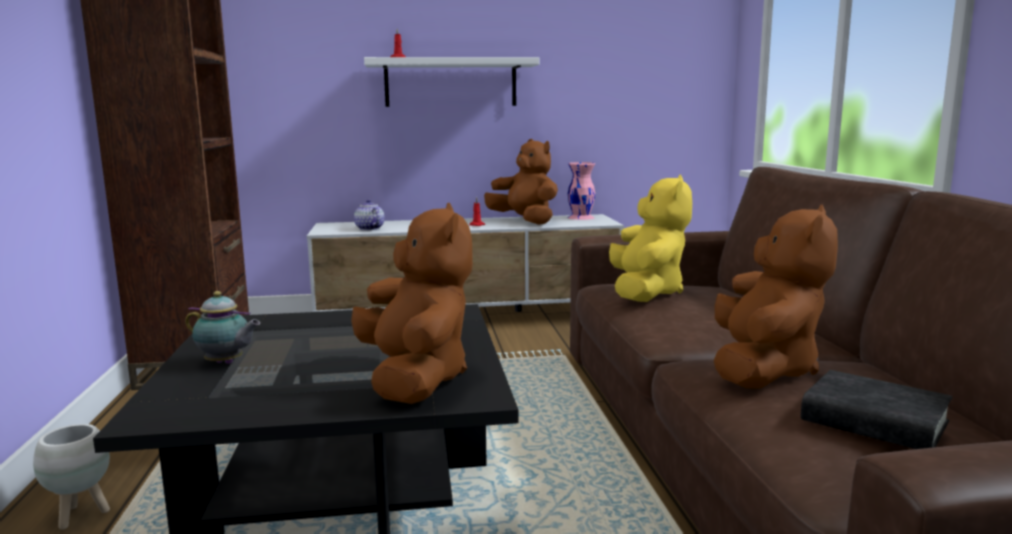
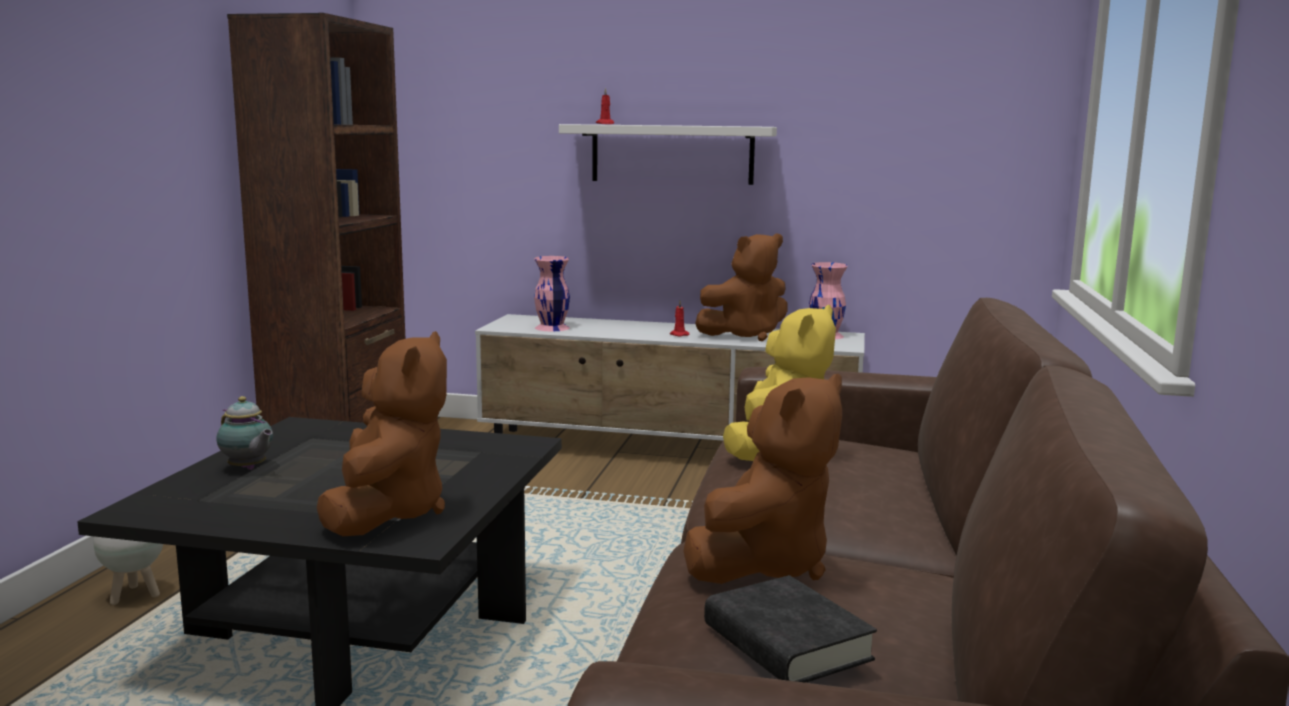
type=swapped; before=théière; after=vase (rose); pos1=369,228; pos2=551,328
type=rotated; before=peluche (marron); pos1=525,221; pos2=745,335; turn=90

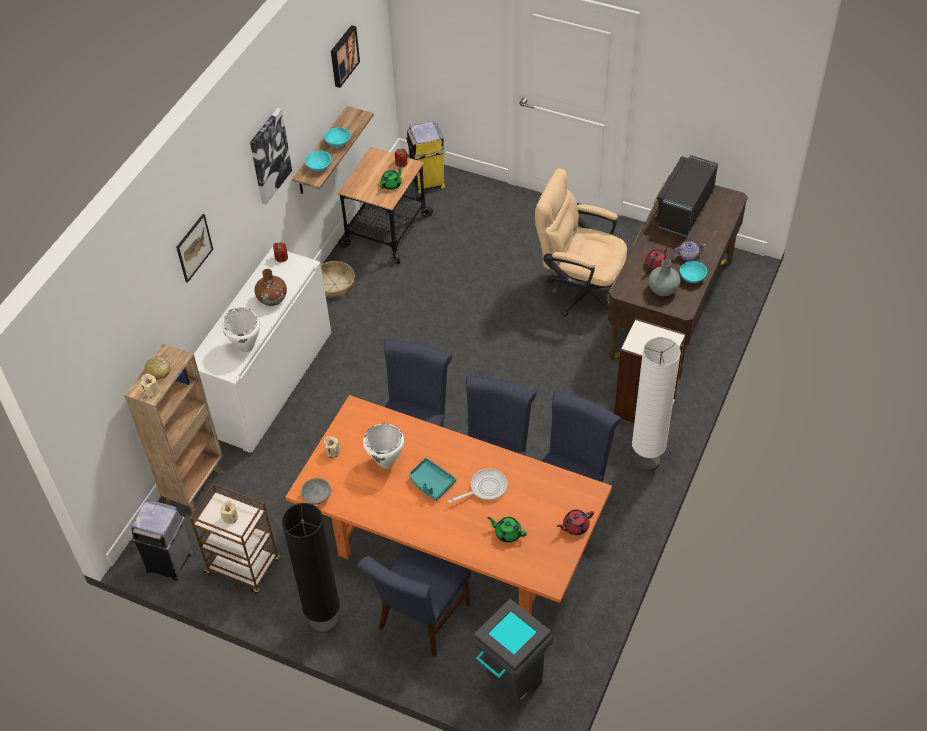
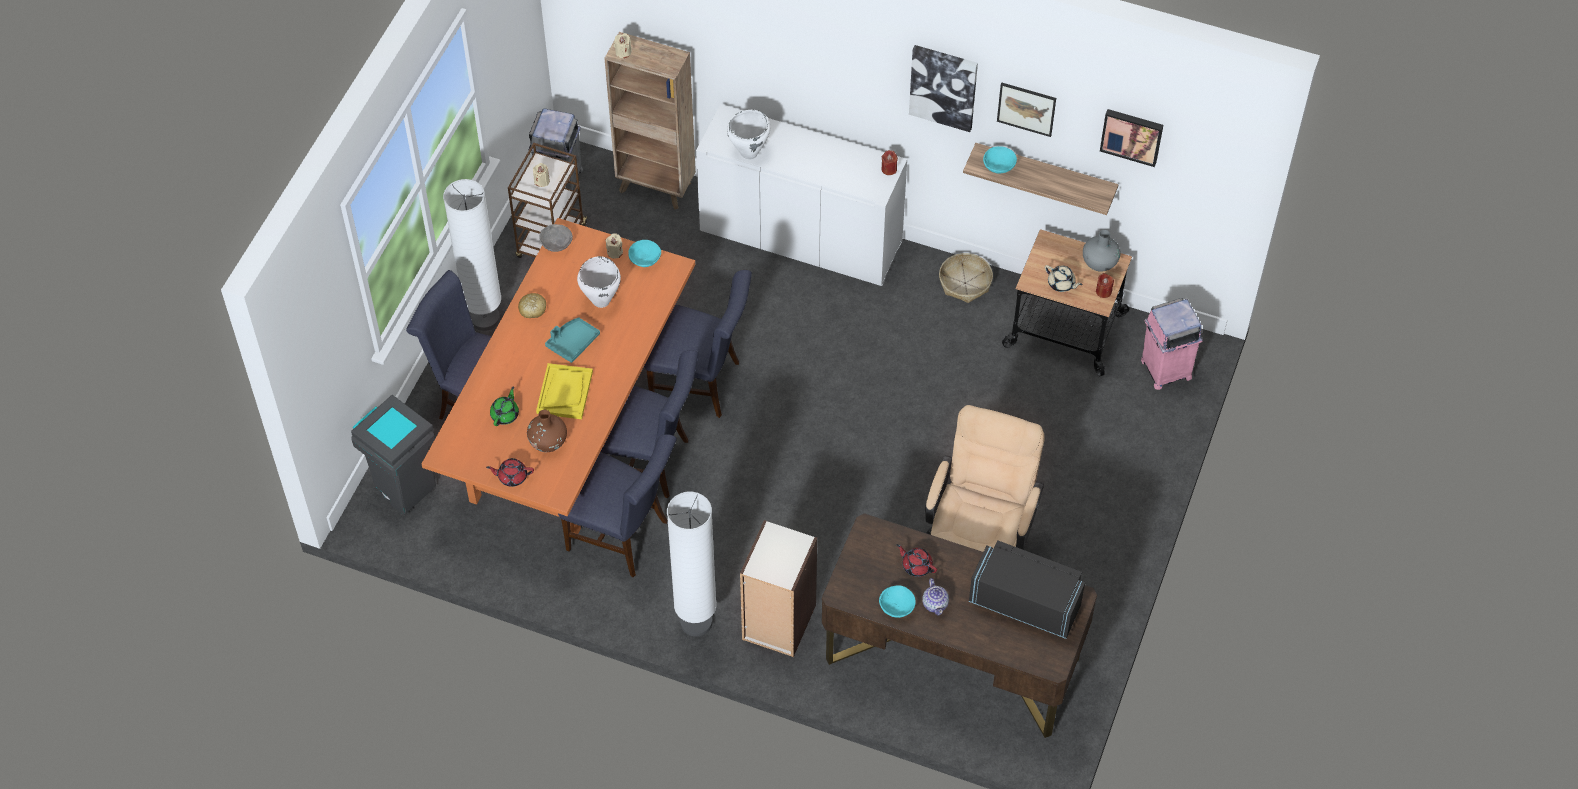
type=shifted; before=pain; pos1=158,371; pos2=532,309
type=shifted; before=tableau; pos1=194,247; pos2=1026,108
type=shifted; before=vase (marron); pos1=272,299; pos2=548,442
type=repainted; before=lampadaire (noir); after=lampadaire (blanc); pos1=324,621; pos2=484,318
type=shifted; before=bol (turquoise); pos1=338,143; pos2=644,260
type=repainted; before=théière (vert); after=théière (beige); pos1=391,184; pos2=1061,284
type=repainted; before=poubelle (jaune); after=poubelle (rose); pos1=427,182; pos2=1165,369
type=swapped; before=poêle; after=plateau (jaune); pos1=485,488; pos2=564,392
type=rotated; before=théière (rouge); pos1=575,526; pos2=512,476; turn=-60
type=shifted; before=vase (gris); pos1=663,289; pos2=1099,262

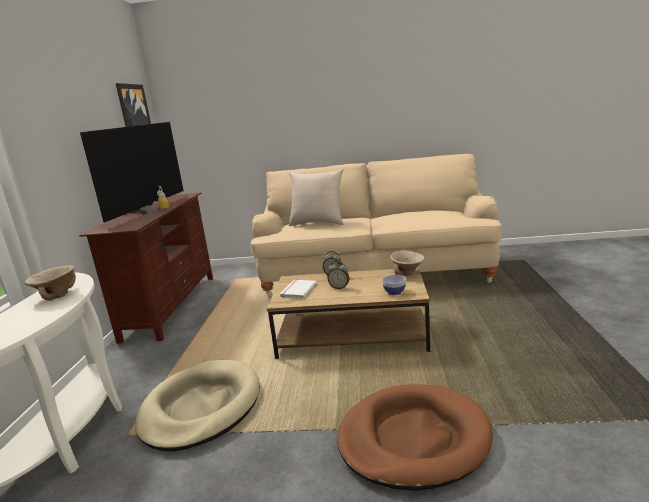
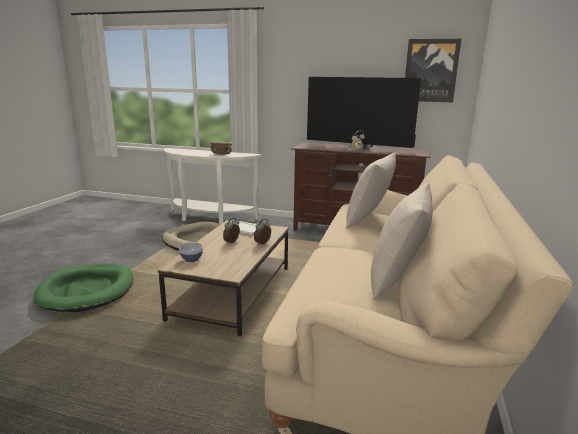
type=repainted; before=panier pour chien (marron); after=panier pour chien (vert); pos1=413,439; pos2=87,290
type=gone; before=bol (beige); pos1=408,274
type=new; after=coussin (beige); pos2=397,279

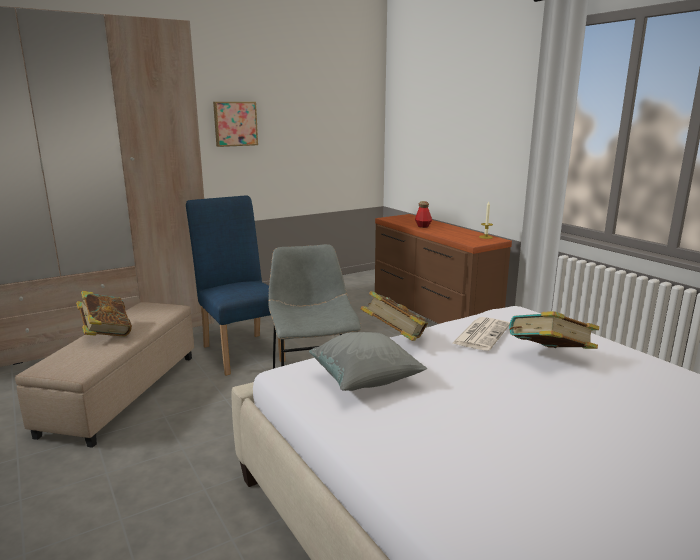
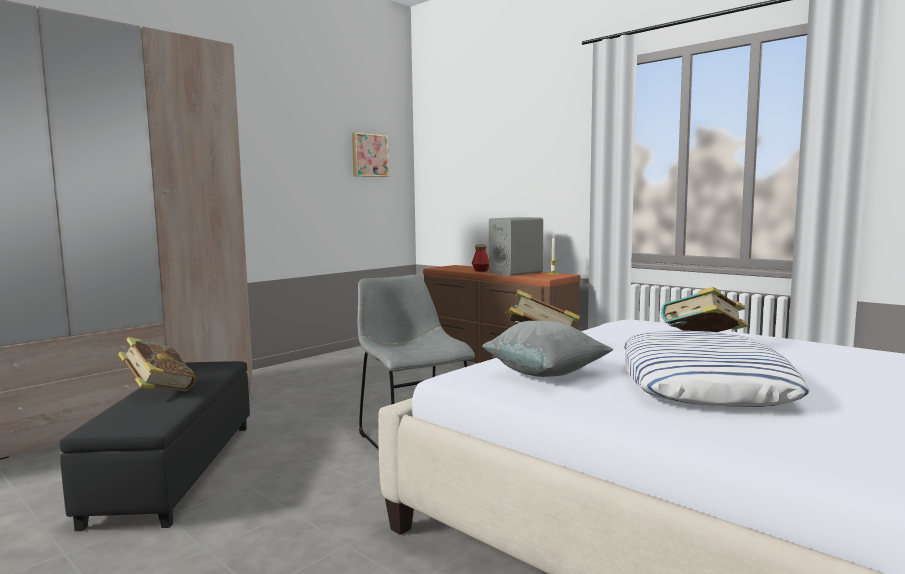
type=repainted; before=pouf (beige); after=pouf (noir); pos1=122,393; pos2=175,470
type=gone; before=chaise (bleu); pos1=241,350
type=shifted; before=tableau; pos1=235,124; pos2=369,155
type=gone; before=journal; pos1=481,334
type=new; after=enceinte (gris); pos2=516,272
type=new; after=coussin; pos2=703,383

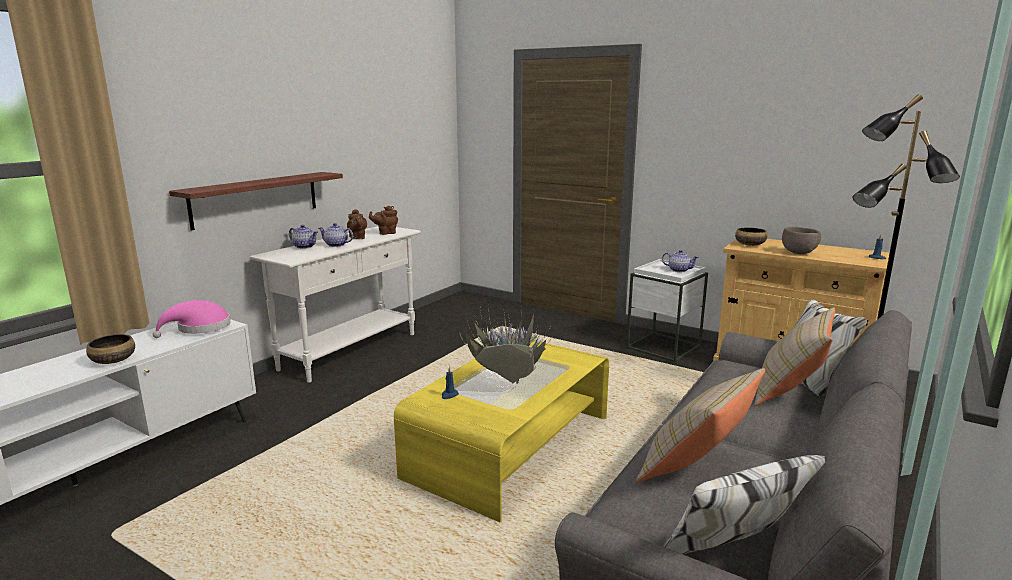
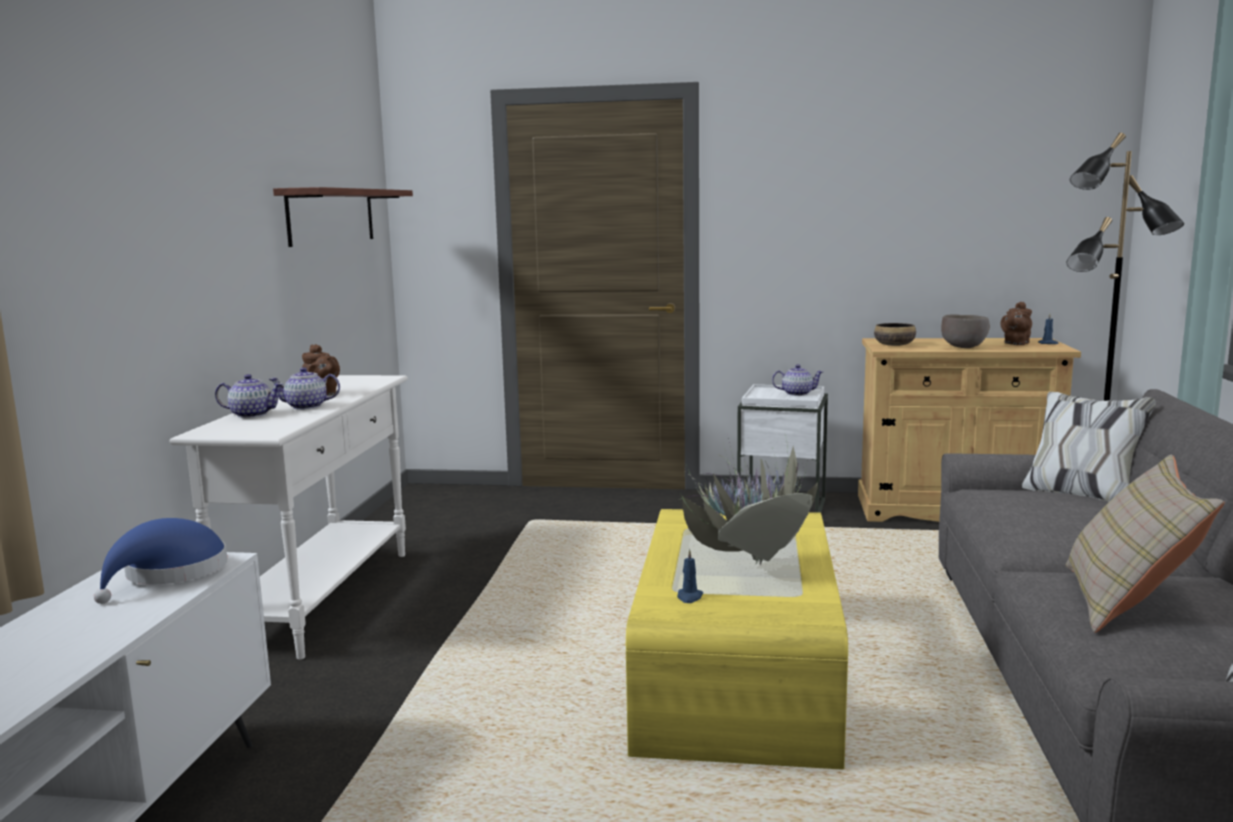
type=gone; before=bol; pos1=114,360
type=repainted; before=chapeau (rose); after=chapeau (bleu); pos1=200,328; pos2=170,574
type=shifted; before=étagère; pos1=256,199; pos2=332,216
type=shifted; before=théière (marron); pos1=385,233; pos2=1015,343
type=gone; before=coussin (beige); pos1=789,392

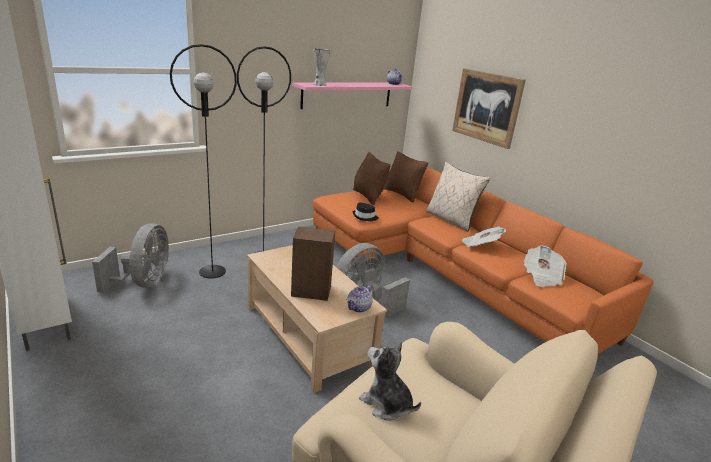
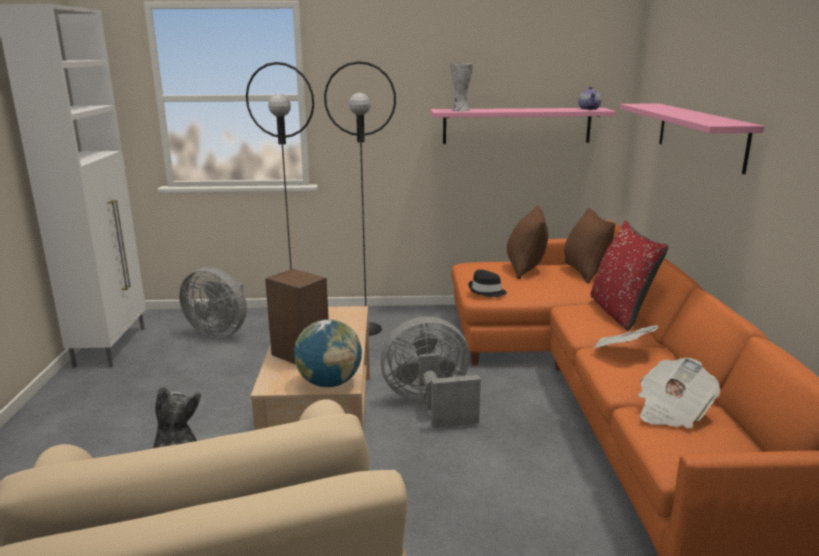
type=rotated; before=ventilateur (gris); pos1=143,283; pos2=220,332; turn=75
type=swapped; before=théière; after=globe; pos1=359,308; pos2=329,383
type=repainted; before=coussin (beige); after=coussin (rouge); pos1=451,220; pos2=619,312
type=swapped; before=tableau; after=étagère (rose); pos1=486,107; pos2=700,135

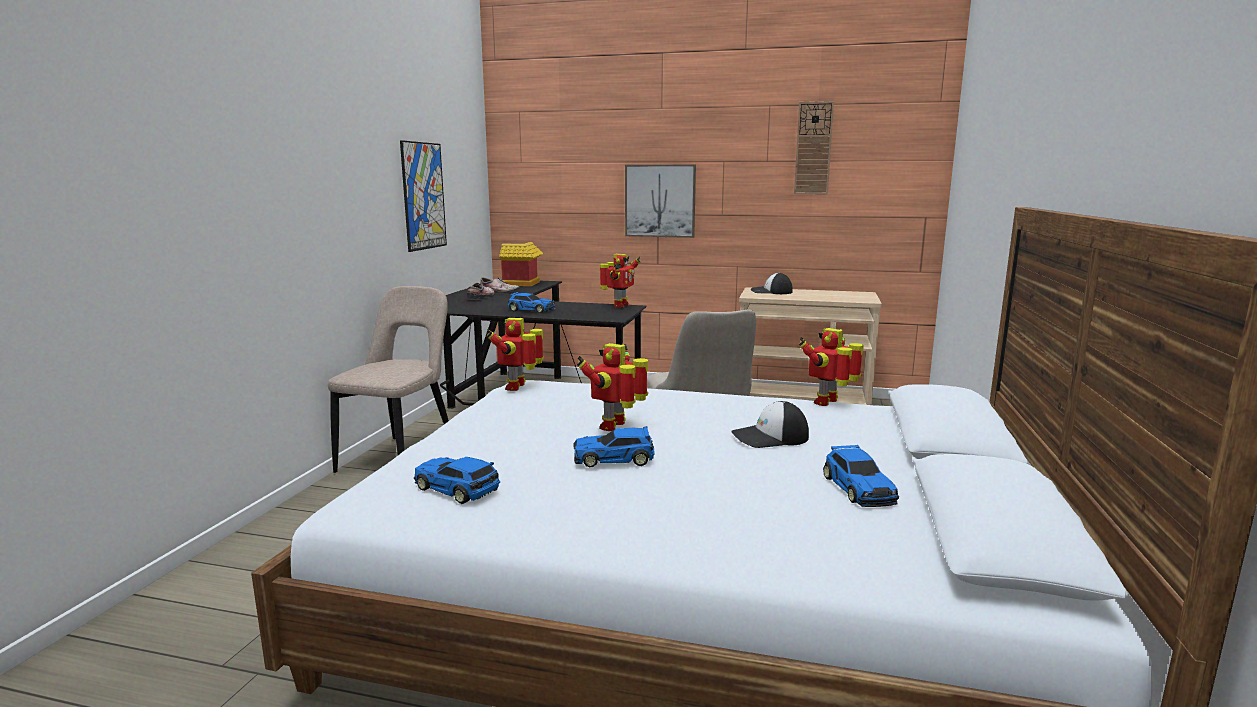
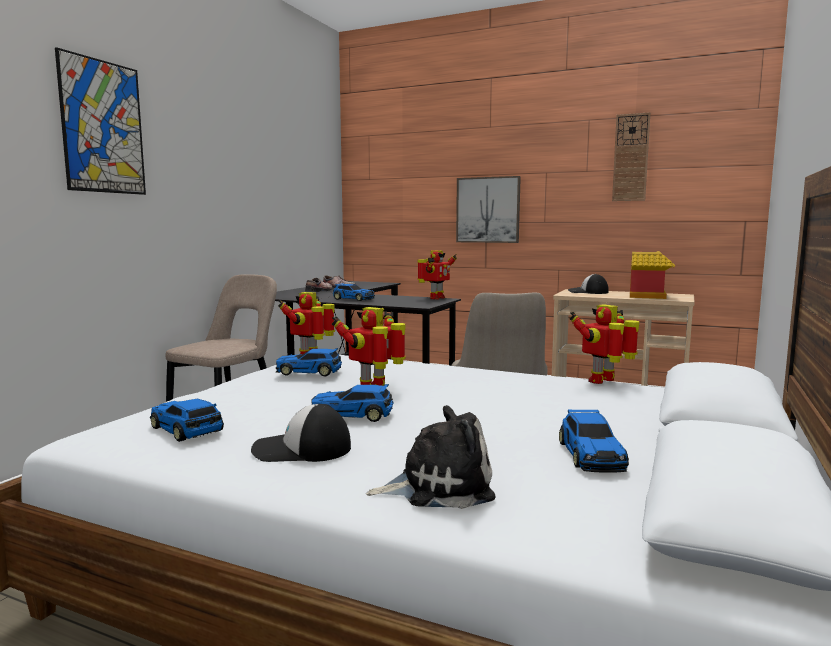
type=shifted; before=tableau; pos1=423,196; pos2=103,127
type=shifted; before=maison miniature; pos1=522,284; pos2=650,297
type=shifted; before=casquette; pos1=770,437; pos2=301,449
type=new; after=petite voiture; pos2=310,372
type=new; after=peluche; pos2=439,486

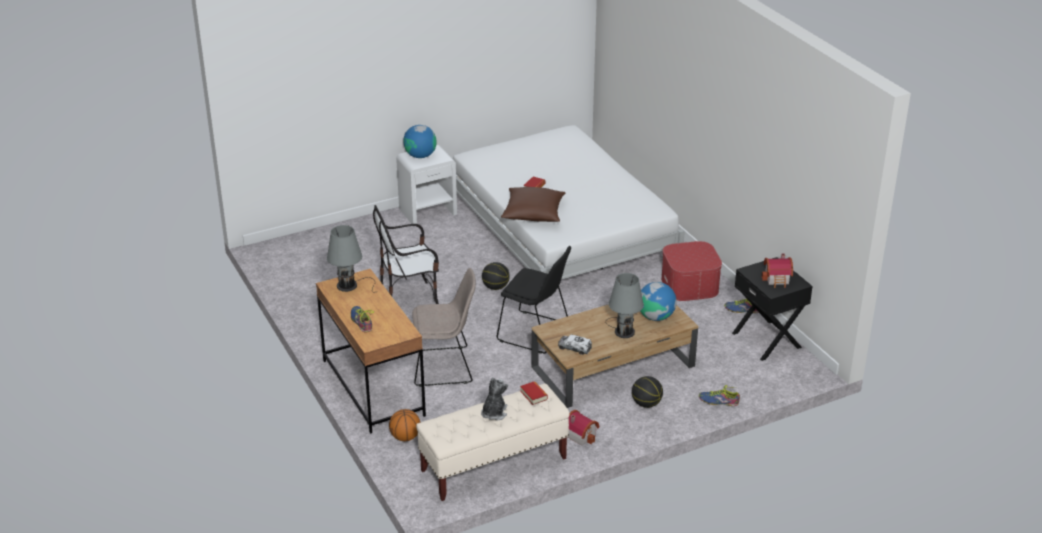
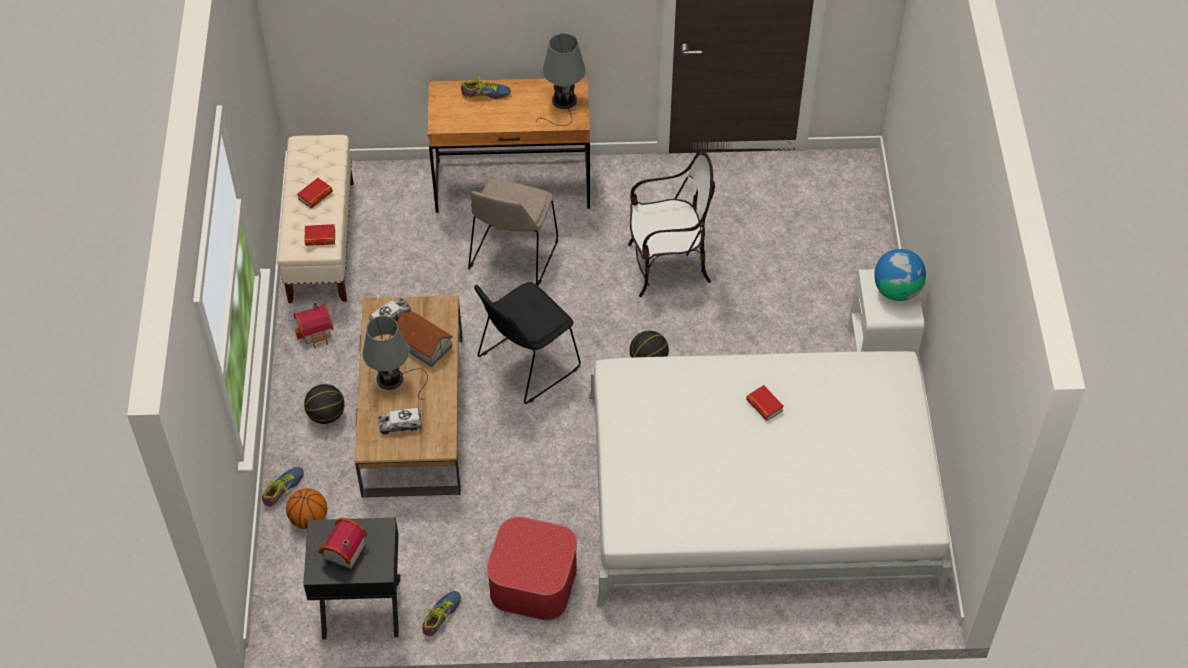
type=rotated; before=chaise; pos1=409,300; pos2=667,266; turn=75
type=shifted; before=ballon de basket; pos1=405,437; pos2=309,519
type=swapped; before=peluche; after=livre; pos1=494,413; pos2=315,195
type=gone; before=coussin (marron); pos1=533,214
type=swapped; before=globe; after=camion jouet; pos1=655,316; pos2=400,425
type=new; after=maison miniature; pos2=423,344

